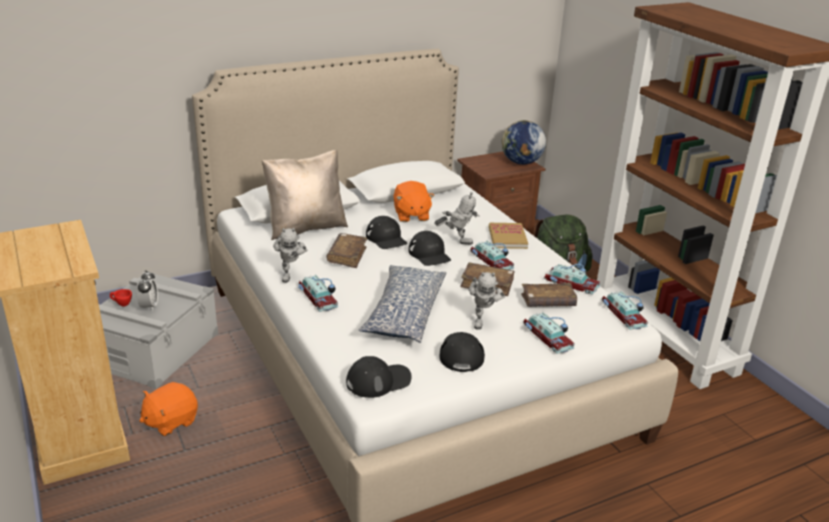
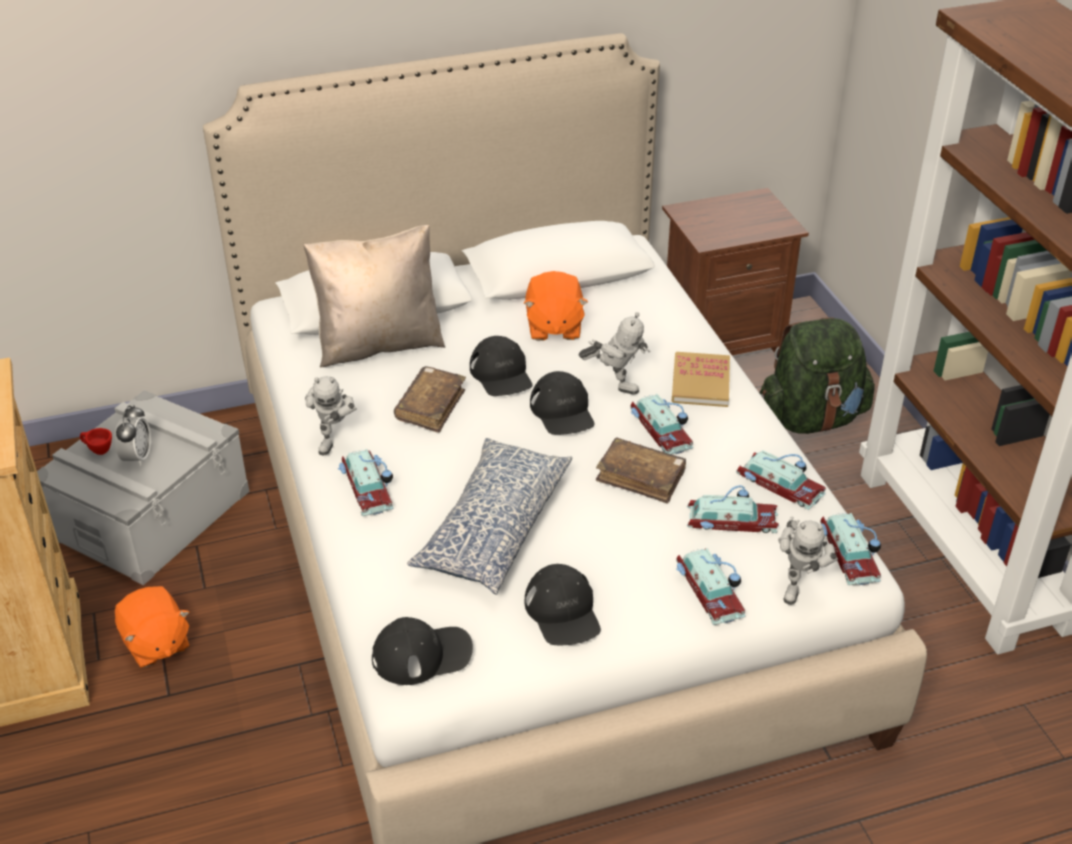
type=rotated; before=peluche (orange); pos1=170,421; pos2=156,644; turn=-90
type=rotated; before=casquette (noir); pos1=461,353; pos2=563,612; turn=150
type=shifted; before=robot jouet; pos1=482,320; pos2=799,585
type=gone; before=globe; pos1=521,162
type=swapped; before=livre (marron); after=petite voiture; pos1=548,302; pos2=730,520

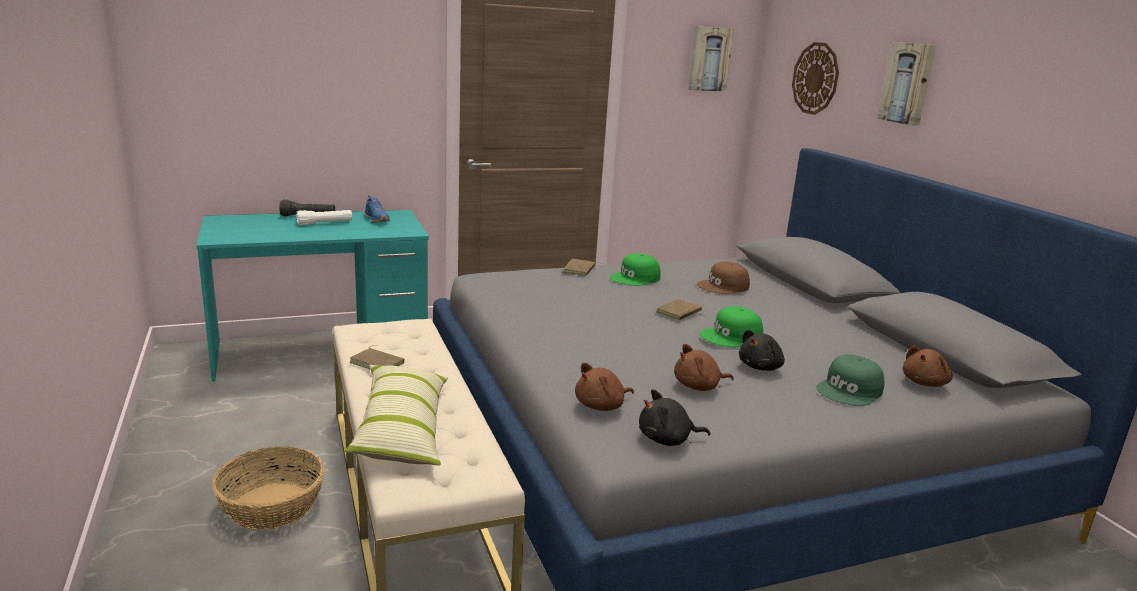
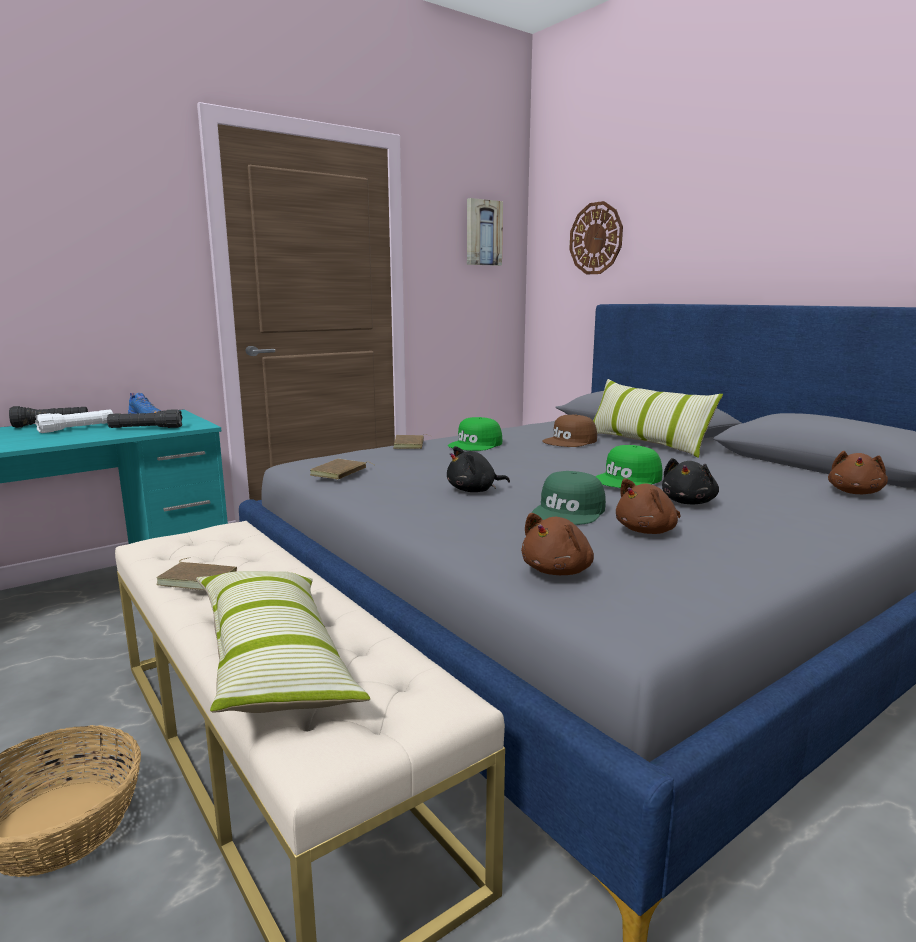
type=shifted; before=peluche (noir); pos1=667,440; pos2=474,490
type=shifted; before=livre (marron); pos1=680,312; pos2=340,472
type=shifted; before=casquette (vert); pos1=850,390; pos2=570,511
type=gone; before=tableau; pos1=908,83
type=new; after=lampe de poche (noir); pos2=146,428
type=new; after=coussin; pos2=646,443

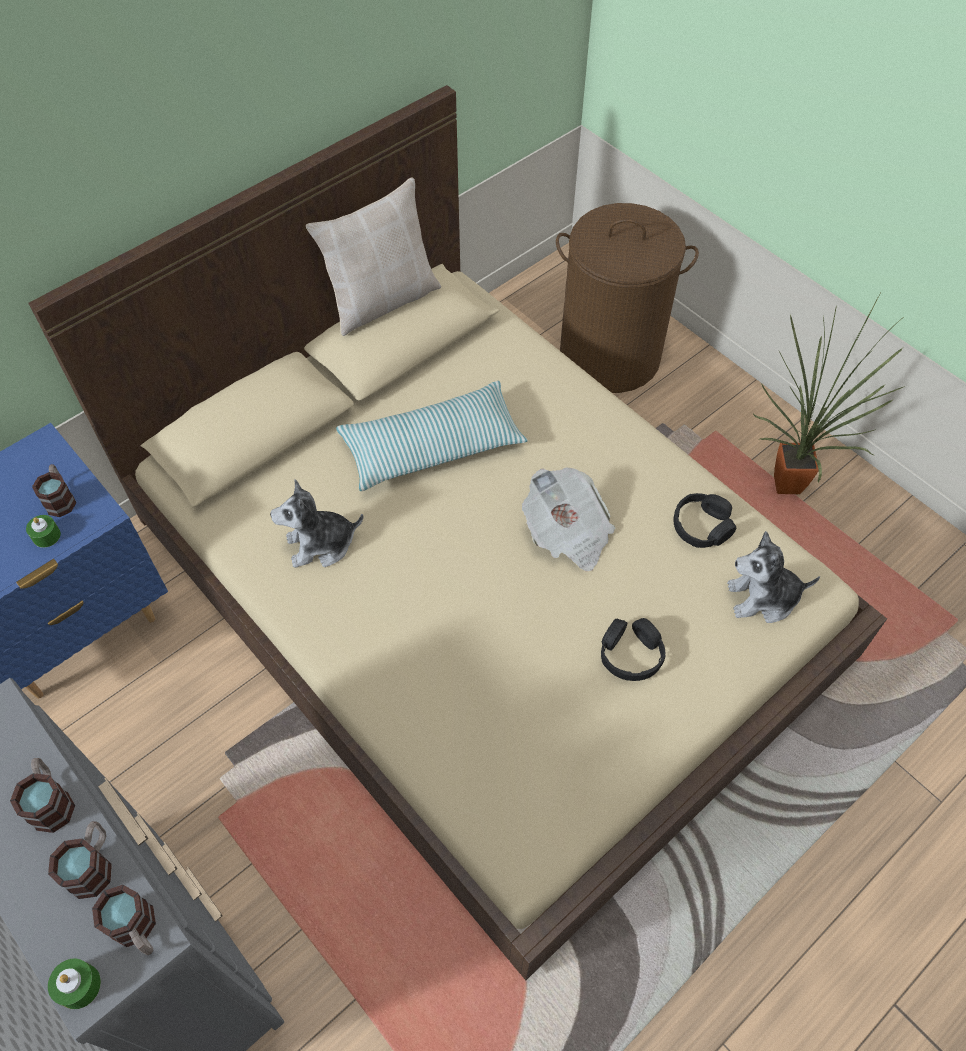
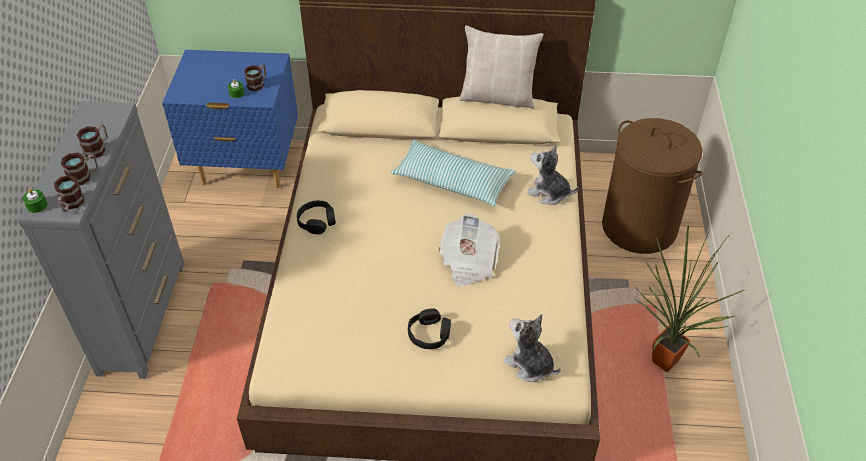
type=shifted; before=peluche; pos1=321,544; pos2=549,193
type=shifted; before=casque audio (noir); pos1=702,526; pos2=317,221

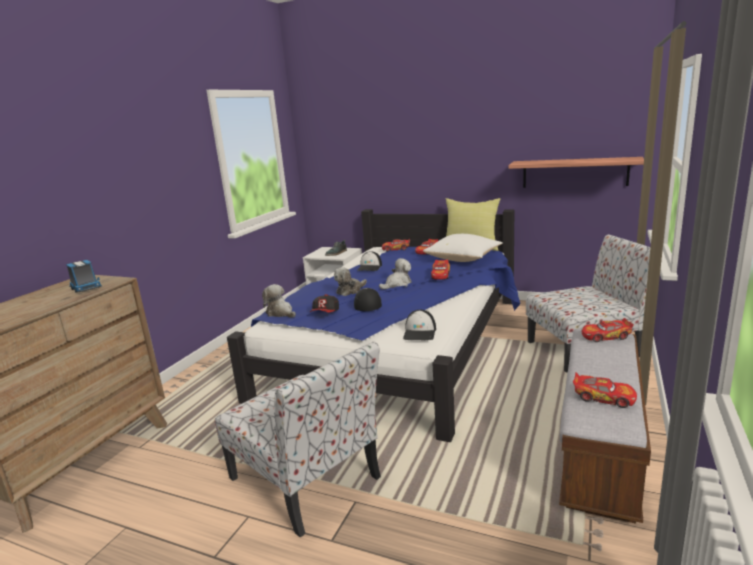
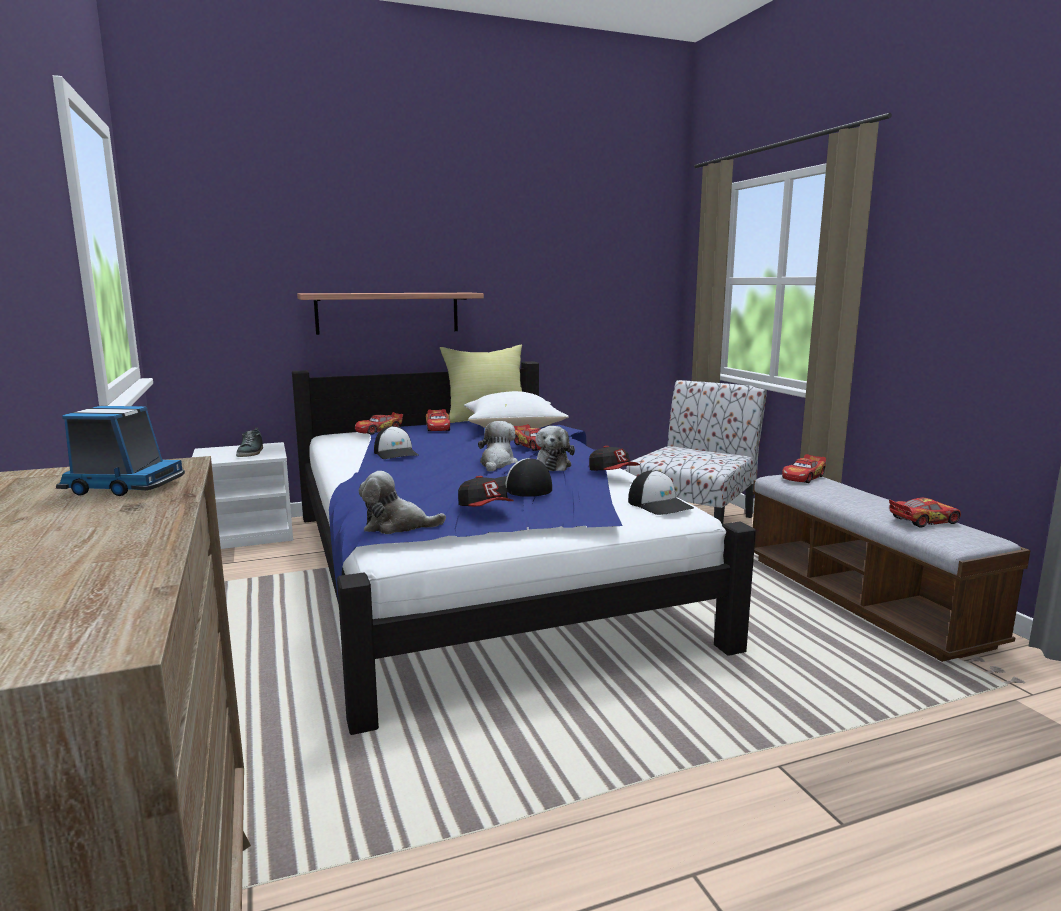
type=gone; before=chaise; pos1=307,479
type=shifted; before=peluche; pos1=350,290; pos2=552,465
type=shifted; before=étagère; pos1=574,173; pos2=388,313
type=new; after=casquette; pos2=613,473

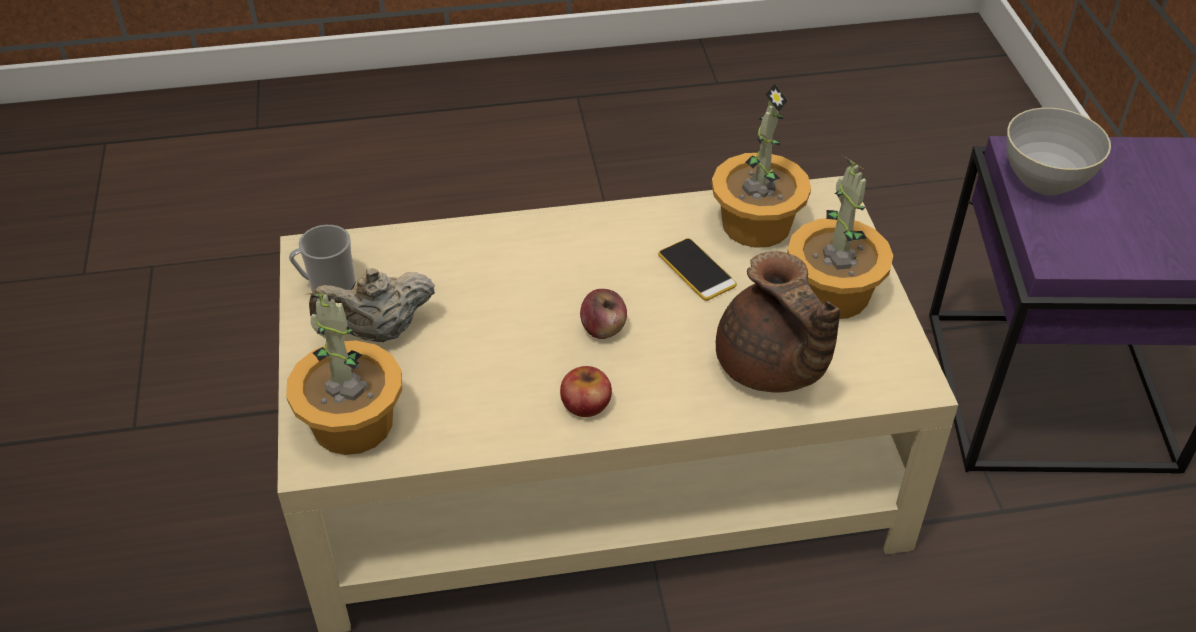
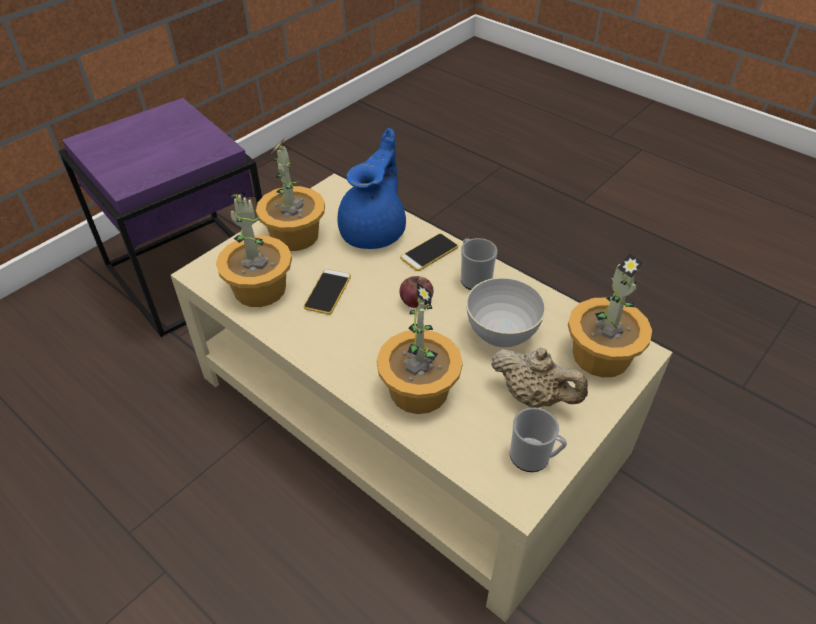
type=swapped; before=pomme; after=mug; pos1=586,403; pos2=474,278
type=repainted; before=théière (marron); after=théière (bleu); pos1=771,368; pos2=375,231
type=shifted; before=bol (gris); pos1=1045,181; pos2=501,334
type=new; after=plante en pot; pos2=417,390
type=new; after=téléphone; pos2=429,253

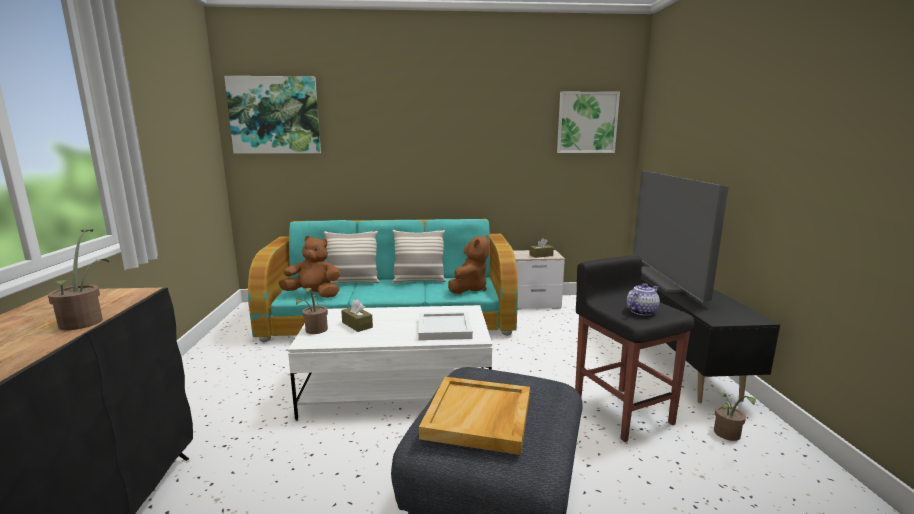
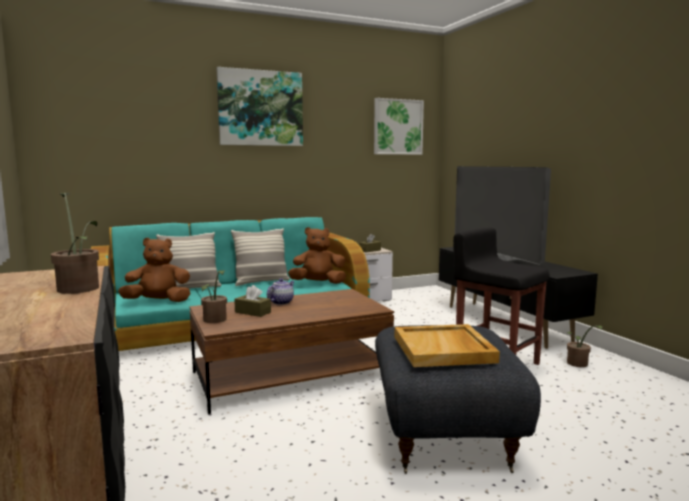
type=shifted; before=tableau; pos1=275,115; pos2=260,108
type=repainted; before=table basse (blanc); after=table basse (marron); pos1=397,388; pos2=291,375
type=gone; before=plateau (blanc); pos1=443,329
type=rotated; before=peluche (marron); pos1=469,289; pos2=318,283; turn=-105
type=shifted; before=théière; pos1=641,311; pos2=281,302

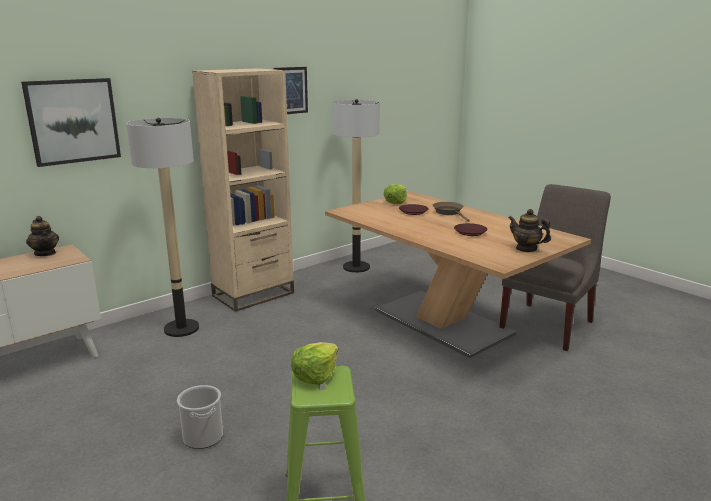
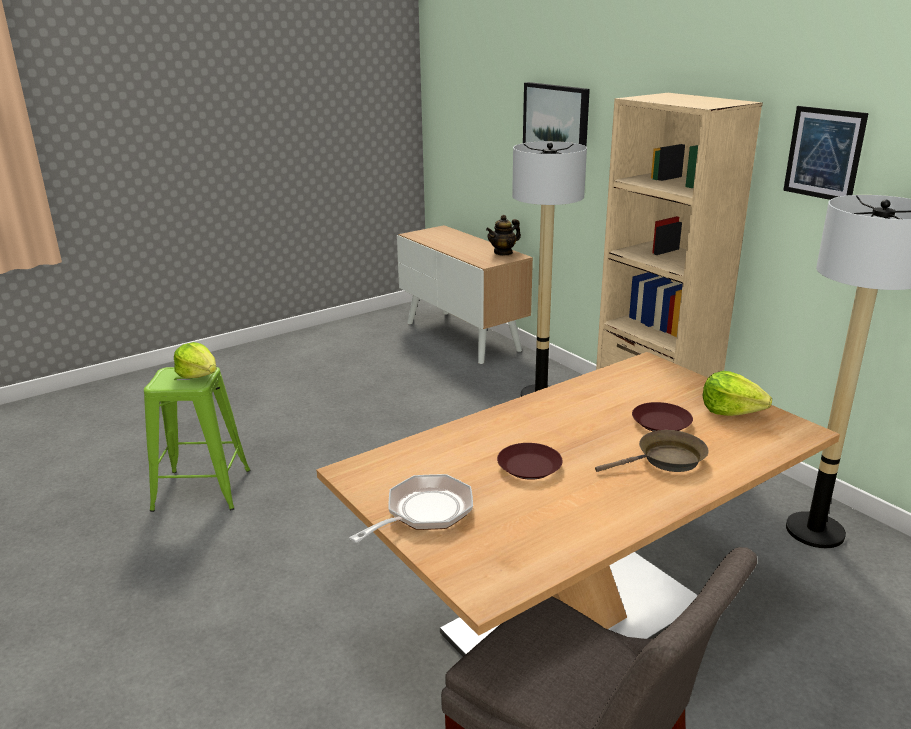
type=gone; before=seau; pos1=203,437
type=swapped; before=théière; after=poêle; pos1=526,249; pos2=424,513

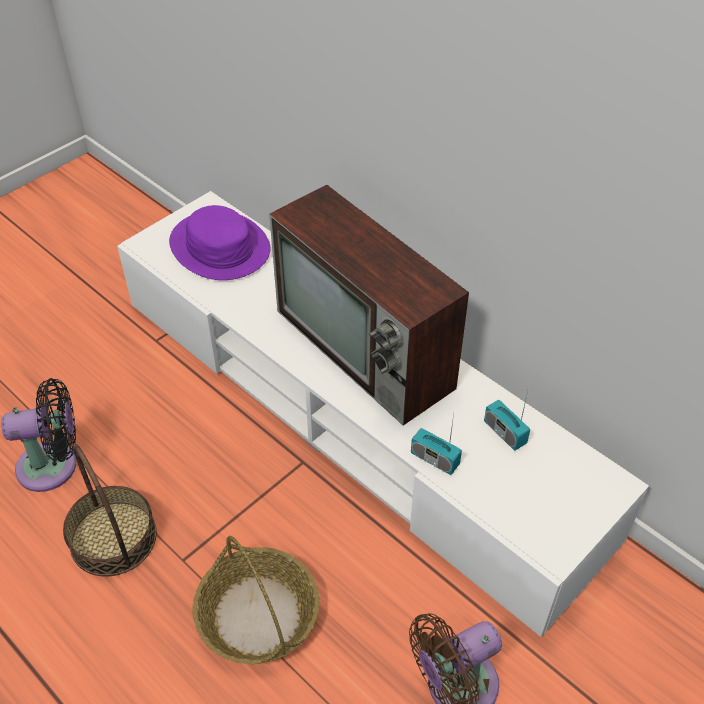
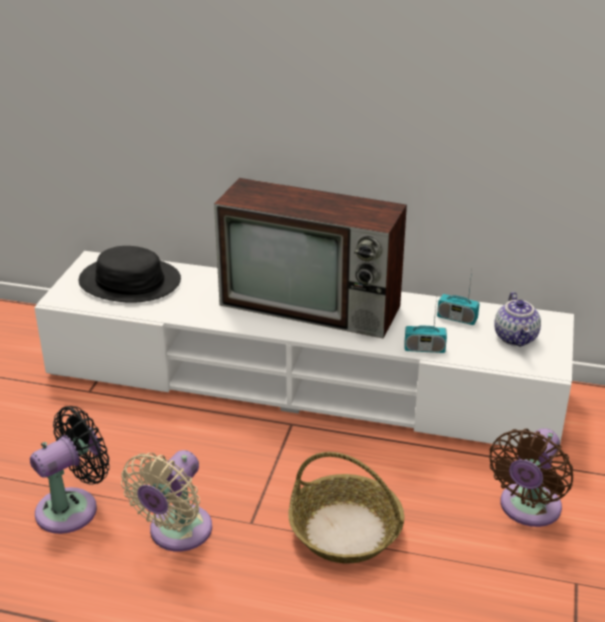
type=swapped; before=panier; after=ventilateur (beige); pos1=114,538; pos2=176,533
type=repainted; before=chapeau (violet); after=chapeau (noir); pos1=219,247; pos2=130,282
type=new; after=théière; pos2=516,338

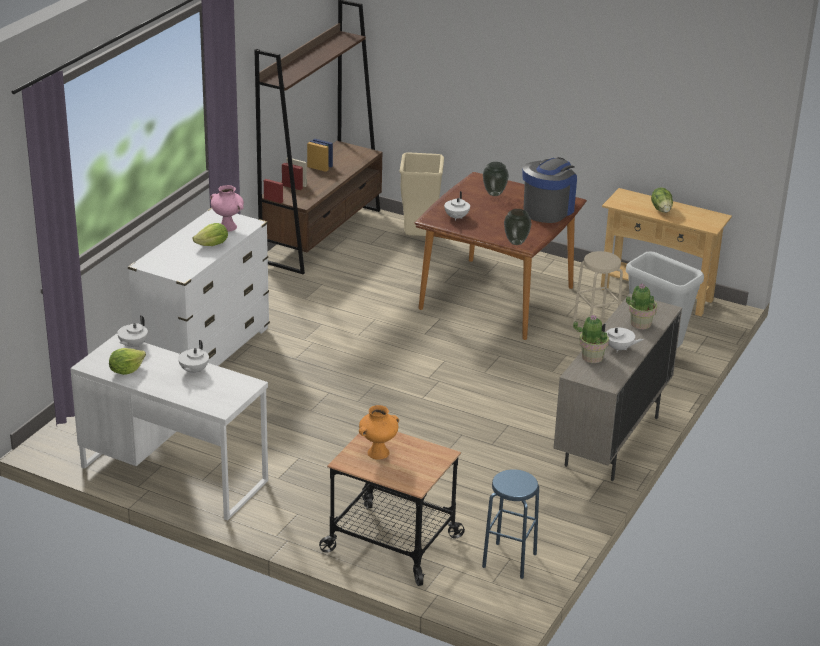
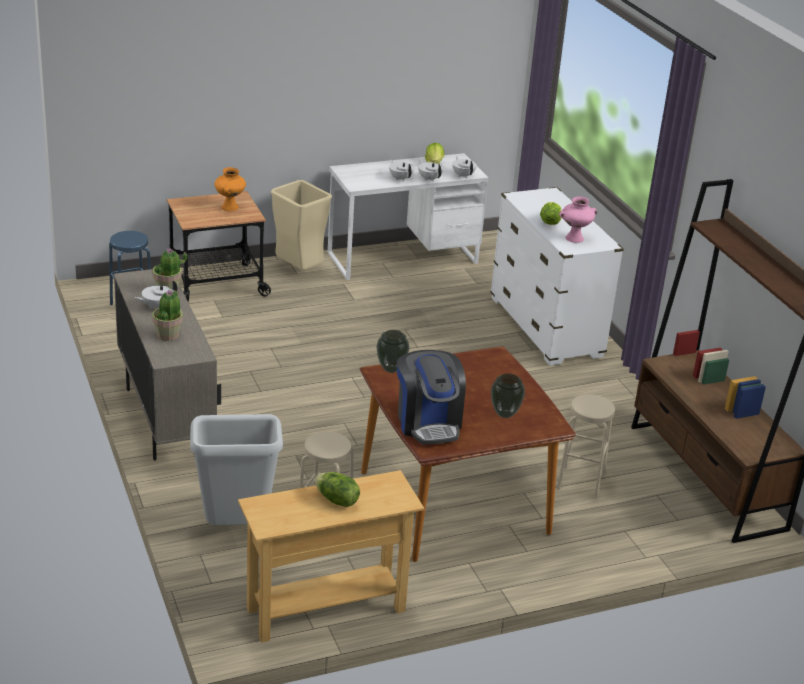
type=shifted; before=poubelle (beige); pos1=419,238; pos2=298,271
type=shifted; before=théière (blanc); pos1=456,217; pos2=429,179
type=new; after=tabouret (beige); pos2=580,482

